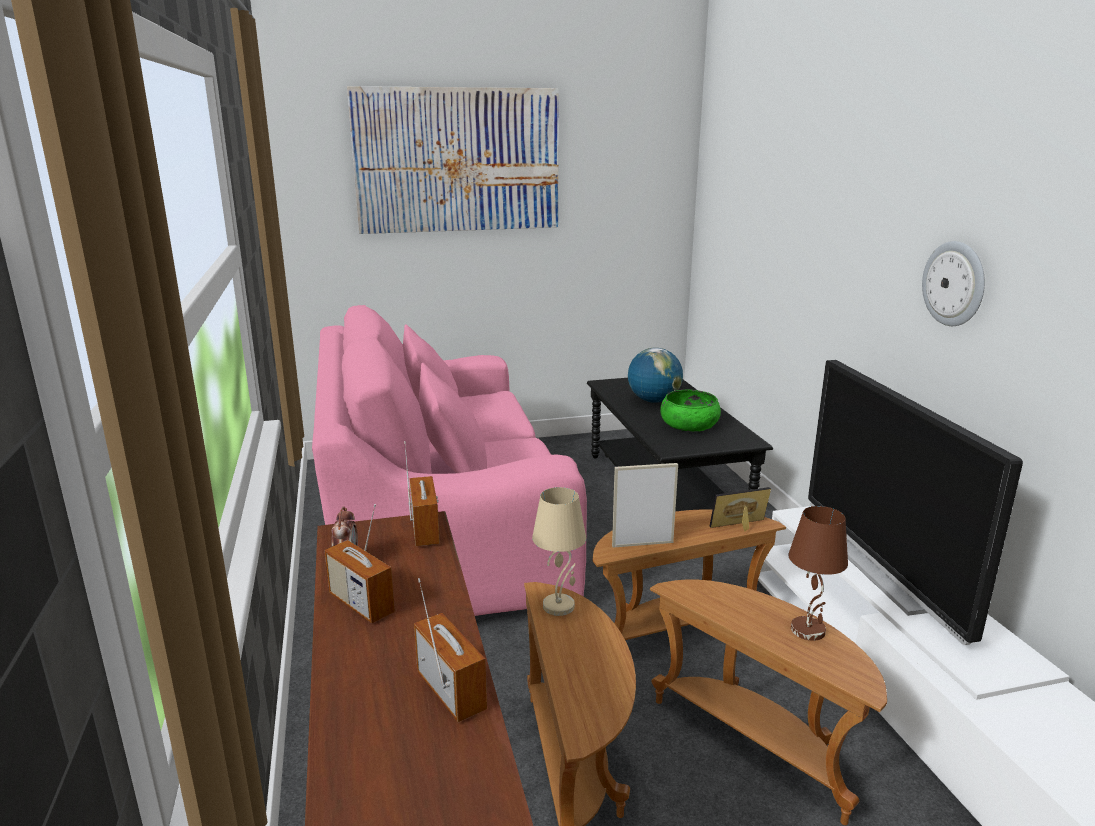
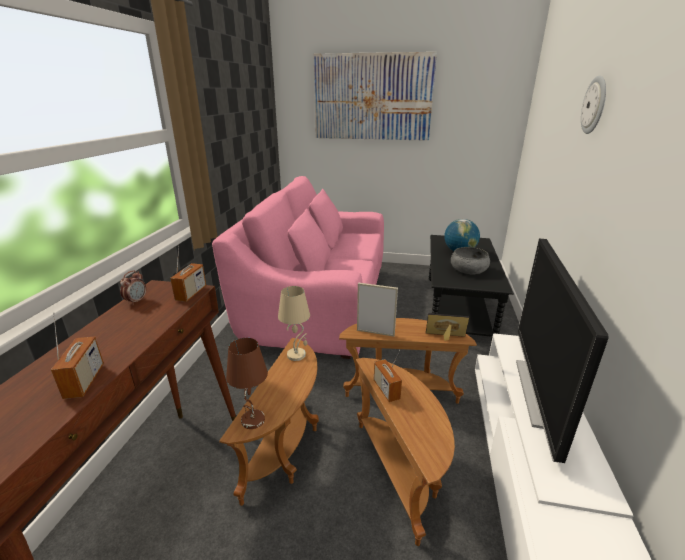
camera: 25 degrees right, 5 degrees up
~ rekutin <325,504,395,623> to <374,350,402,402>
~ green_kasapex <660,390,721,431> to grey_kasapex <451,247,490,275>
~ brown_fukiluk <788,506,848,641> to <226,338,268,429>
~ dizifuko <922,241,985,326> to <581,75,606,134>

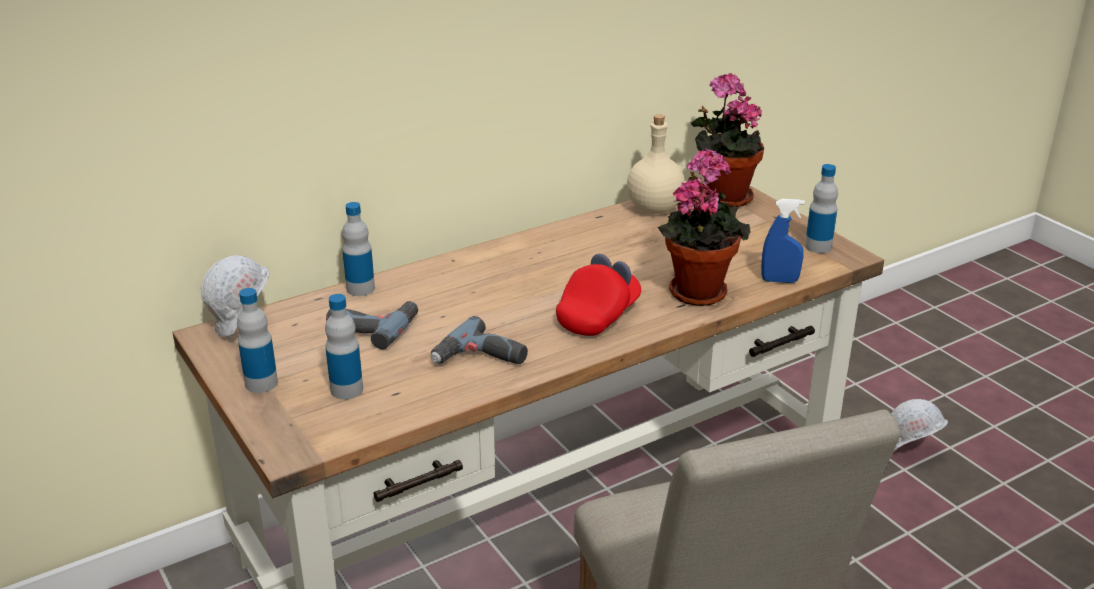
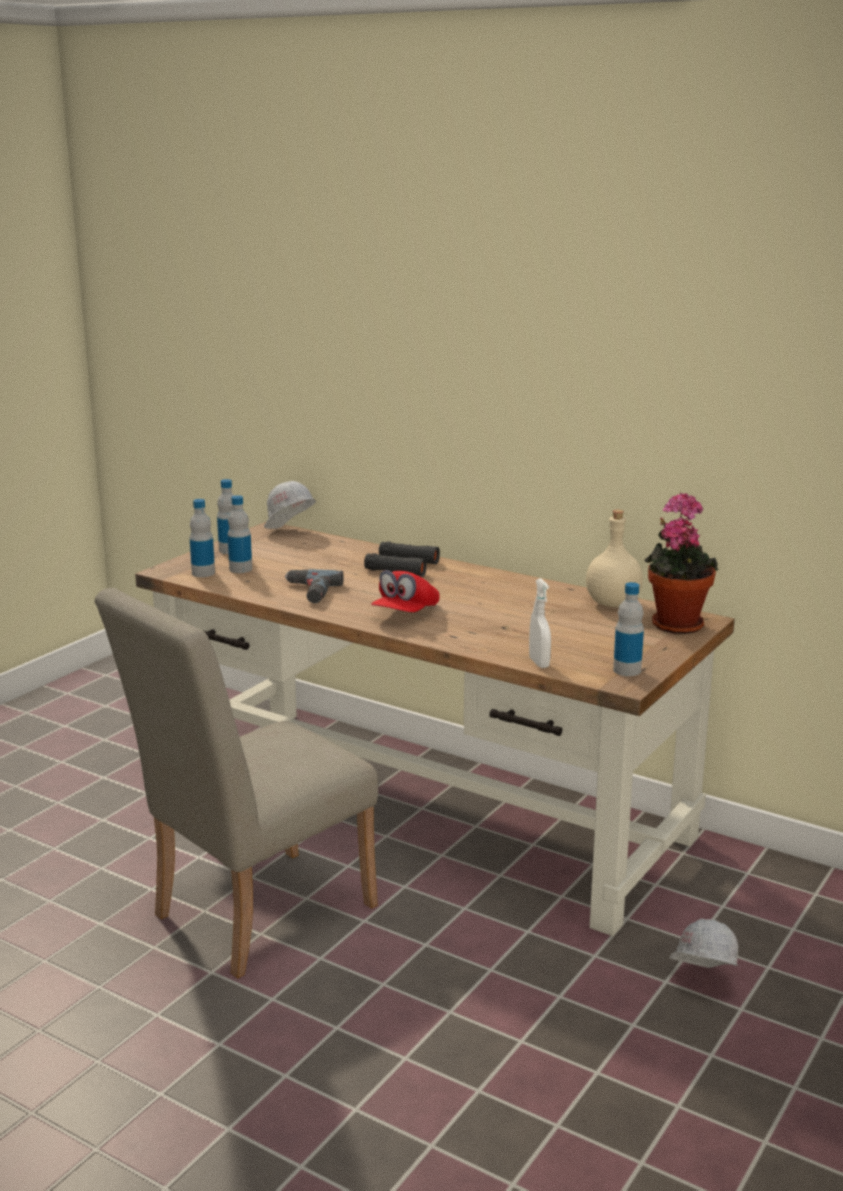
camera: 65 degrees right, 10 degrees down
- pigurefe <326,301,418,350>
~ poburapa <342,202,375,296> to <190,499,215,577>
~ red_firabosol <556,254,641,336> = <371,570,440,612> 105 degrees clockwise
- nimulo <658,148,751,306>
~ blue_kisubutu <761,199,805,283> to white_kisubutu <529,578,551,668>
+ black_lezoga <364,541,440,577>

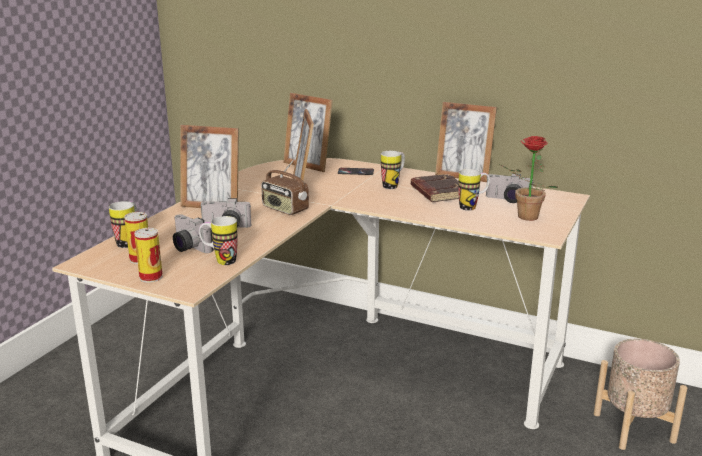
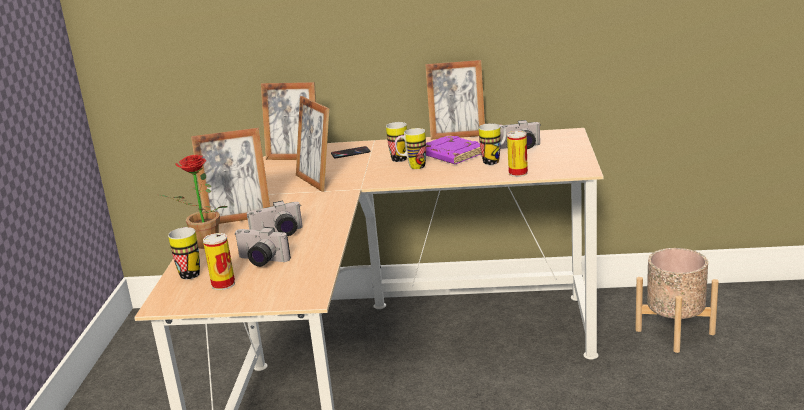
camera: 20 degrees left, 0 degrees up
~ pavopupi <134,228,163,283> to <507,131,528,177>
~ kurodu <199,216,238,265> to <395,128,426,169>
- rekutin <261,158,309,215>
~ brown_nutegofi <411,174,459,202> to purple_nutegofi <426,135,481,164>
~ nimulo <500,136,558,221> to <159,155,228,249>

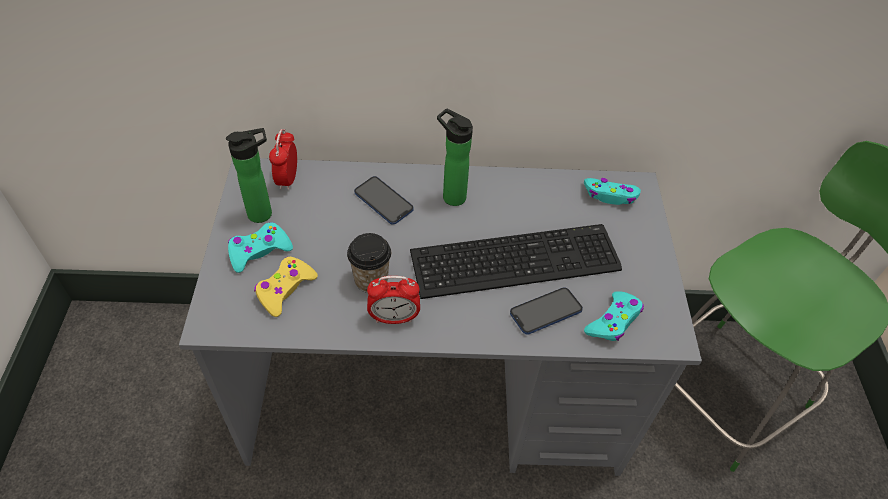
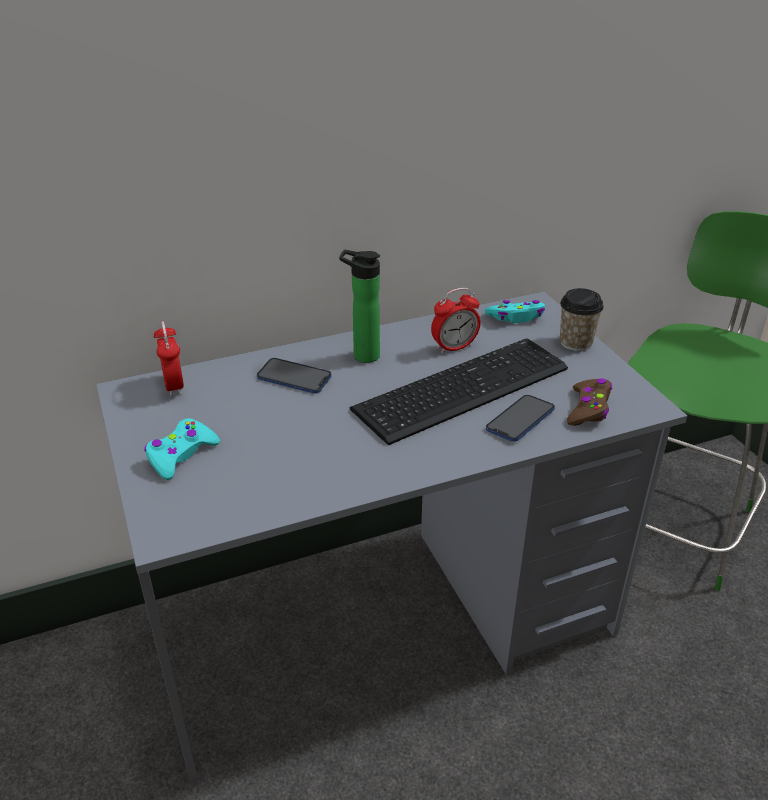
camera: 20 degrees left, 15 degrees down
- poburapa <226,128,272,223>
- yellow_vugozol <254,257,318,317>
~ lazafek <347,233,391,293> to <560,288,604,351>
~ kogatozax <367,276,420,324> to <431,288,481,354>
~ turquoise_vugozol <584,291,644,341> to brown_vugozol <567,378,612,426>

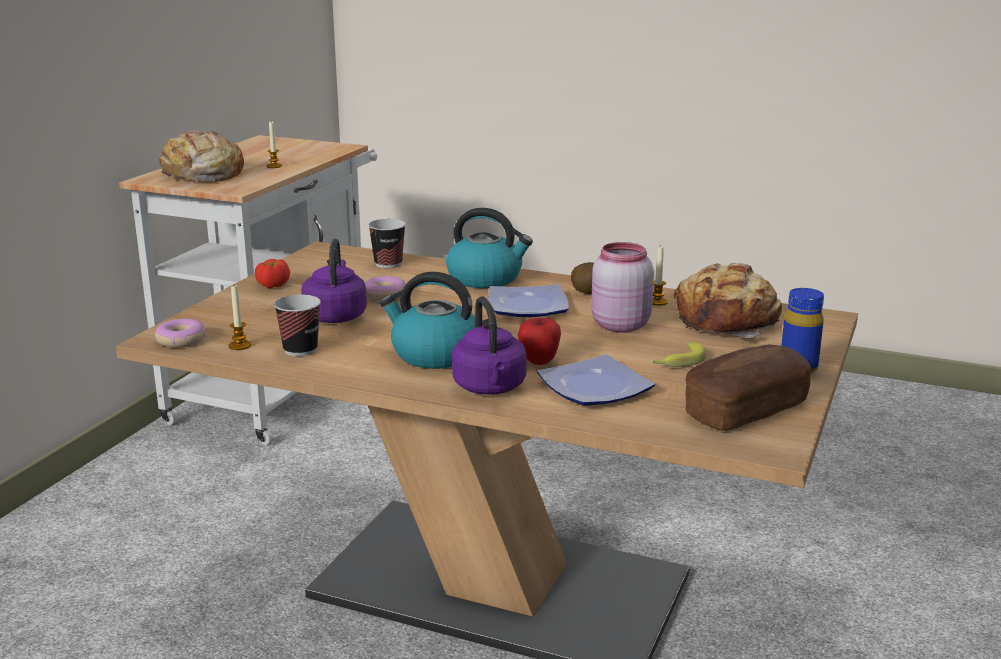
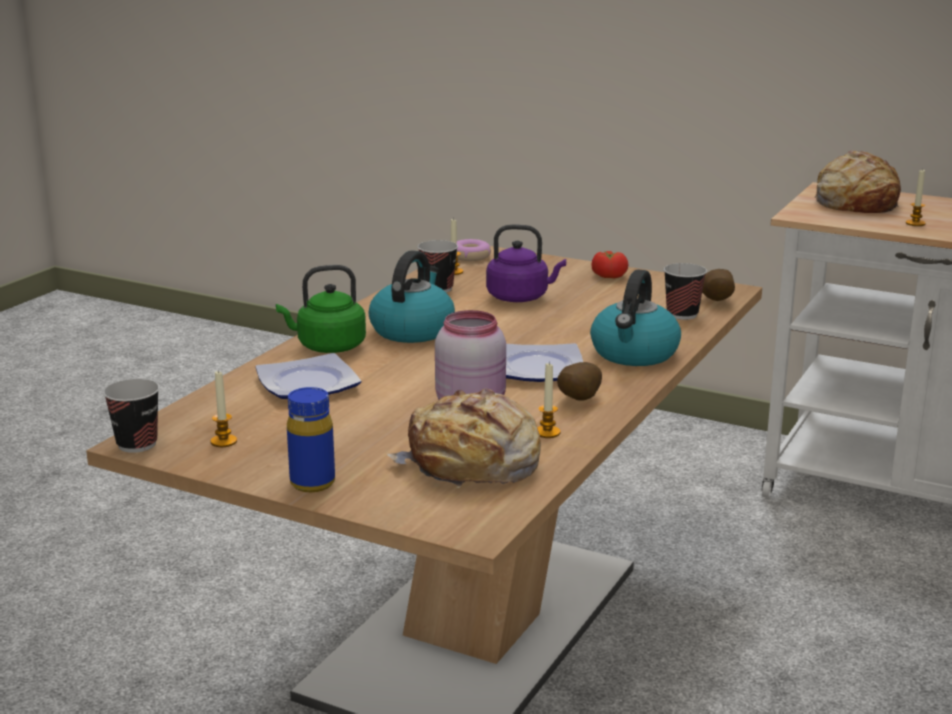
camera: 95 degrees right, 0 degrees up
- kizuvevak <365,276,406,301>
~ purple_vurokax <452,296,527,395> to green_vurokax <276,265,366,353>
- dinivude <518,318,561,365>
- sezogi <652,342,706,367>
~ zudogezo <685,344,811,431> to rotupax <211,370,237,447>
+ lazafek <103,379,159,453>
+ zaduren <702,269,735,301>

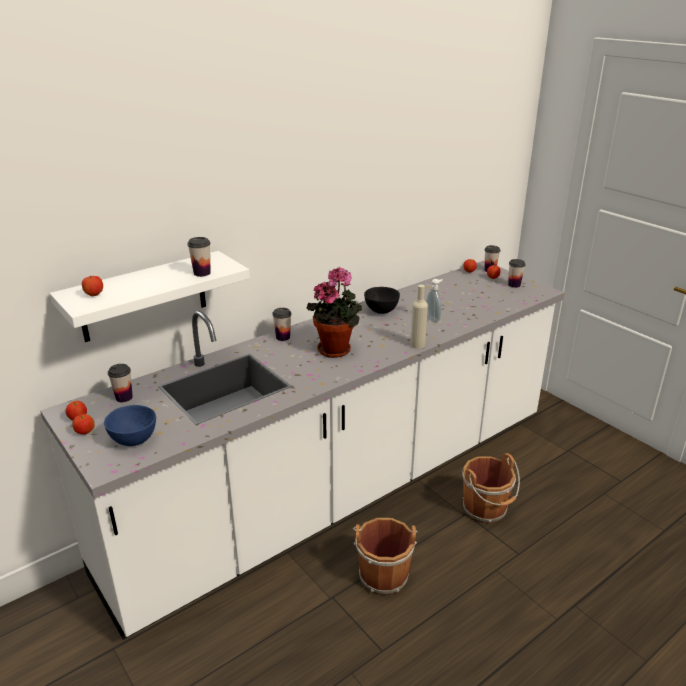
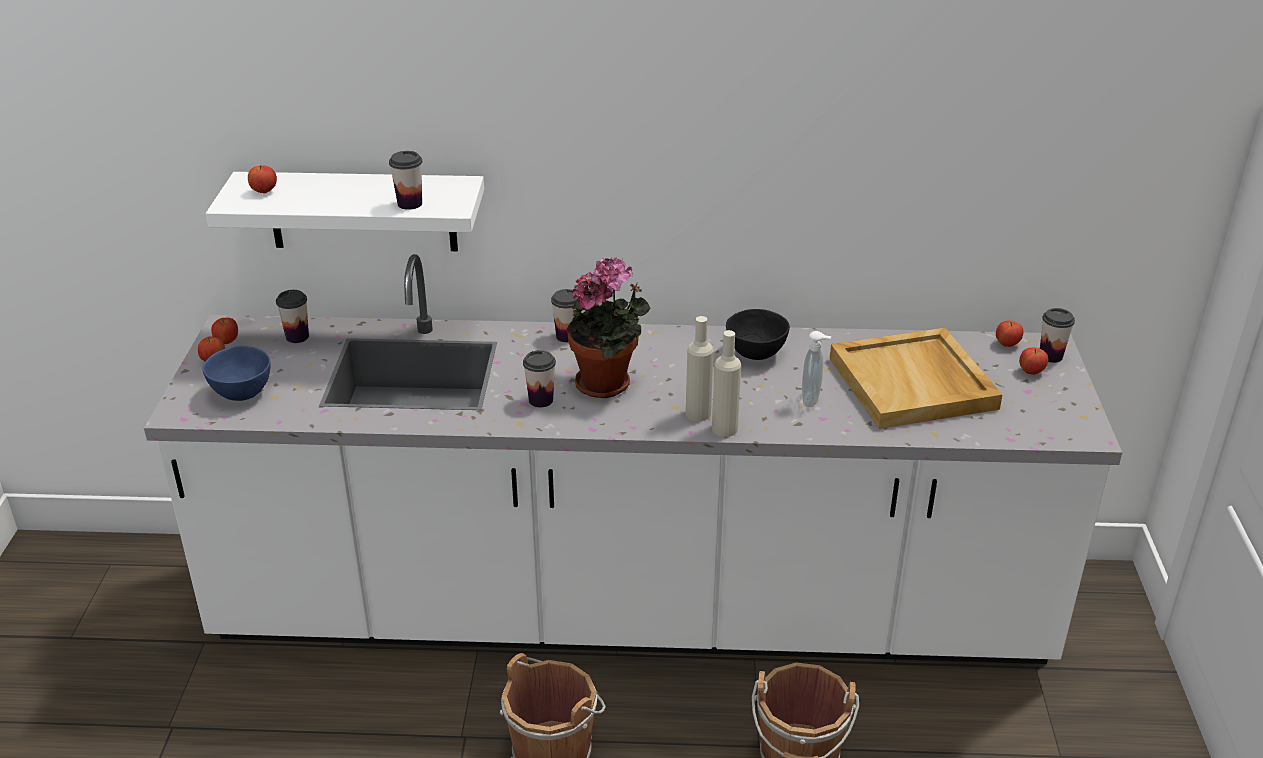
camera: 40 degrees right, 5 degrees up
~ lazafek <508,259,526,288> to <523,350,556,407>
+ beige_poburapa <686,316,714,421>
+ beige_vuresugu <830,328,1003,429>

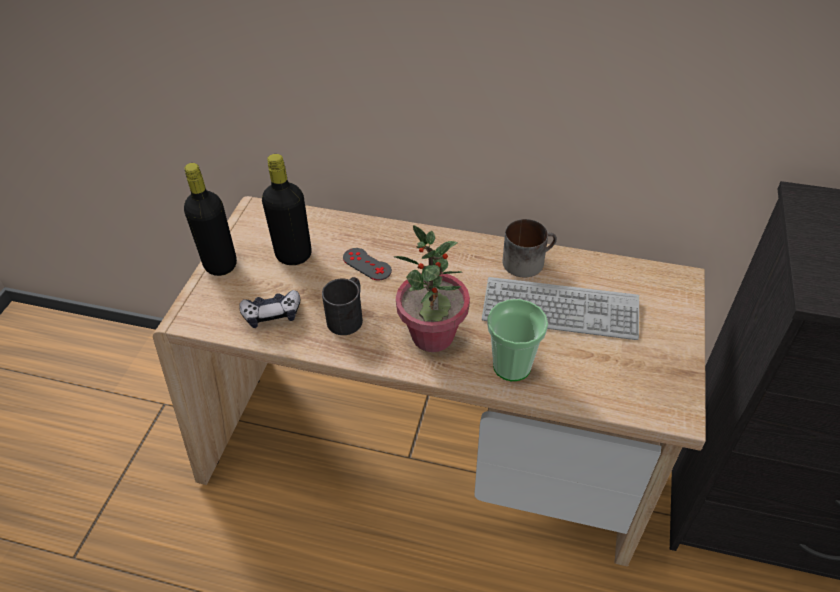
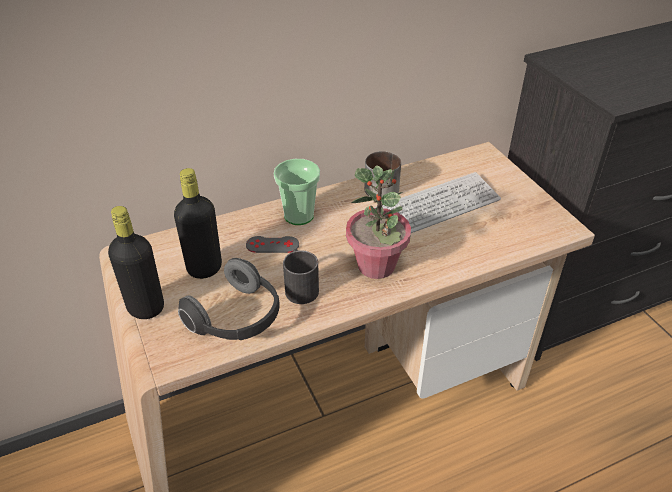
camera: 40 degrees left, 5 degrees down
~ vugozol <239,290,300,328> to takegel <178,258,279,340>
~ lazafek <487,299,548,381> to <274,159,320,225>

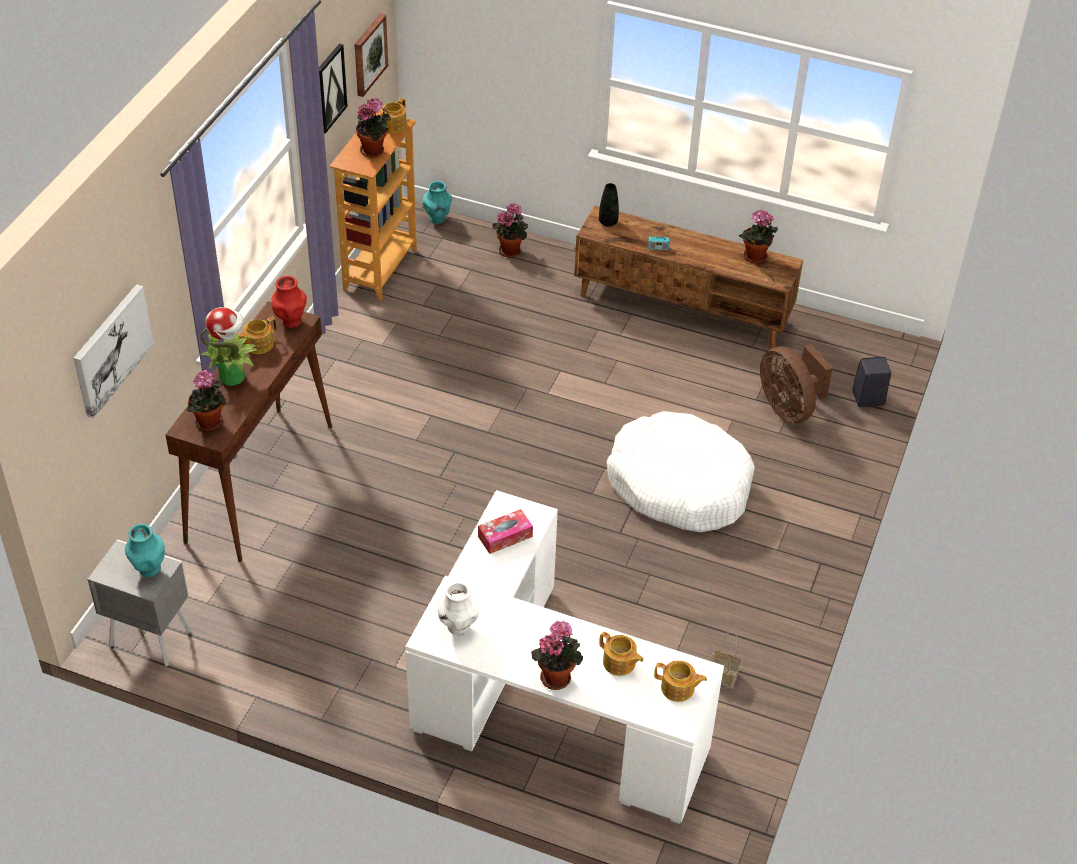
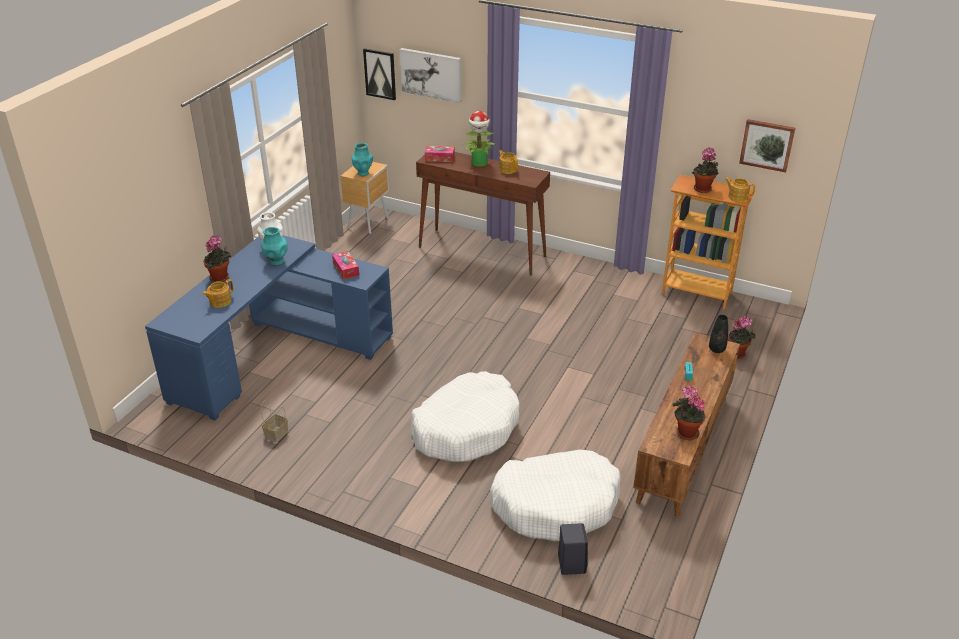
camera: 95 degrees right, 10 degrees down
~ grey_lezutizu <87,539,192,666> to brown_lezutizu <340,162,389,234>
~ nimulo <186,370,226,431> to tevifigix <425,146,455,162>
- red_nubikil <271,276,307,328>
~ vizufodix <319,43,348,134> to <363,48,396,100>
~ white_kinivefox <405,490,724,824> to blue_kinivefox <145,235,393,420>
~ turquoise_nubikil <423,181,452,224> to <261,227,287,266>
- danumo <654,660,707,702>
~ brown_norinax <760,344,833,424> to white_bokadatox <490,449,621,541>

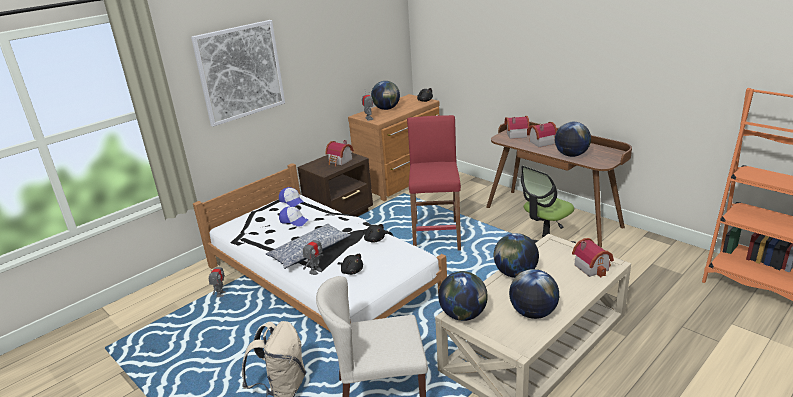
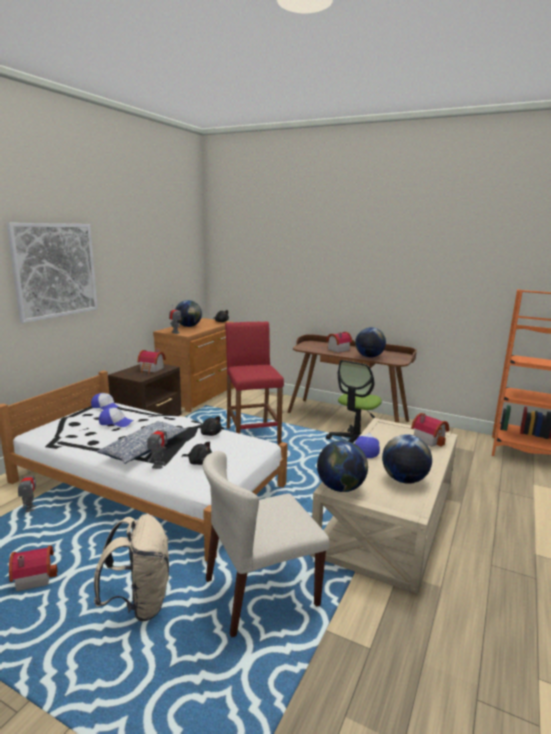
camera: 20 degrees left, 10 degrees down
~ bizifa <494,233,539,278> to firabosol <355,433,380,458>
~ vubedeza <504,116,530,139> to <9,546,58,591>

